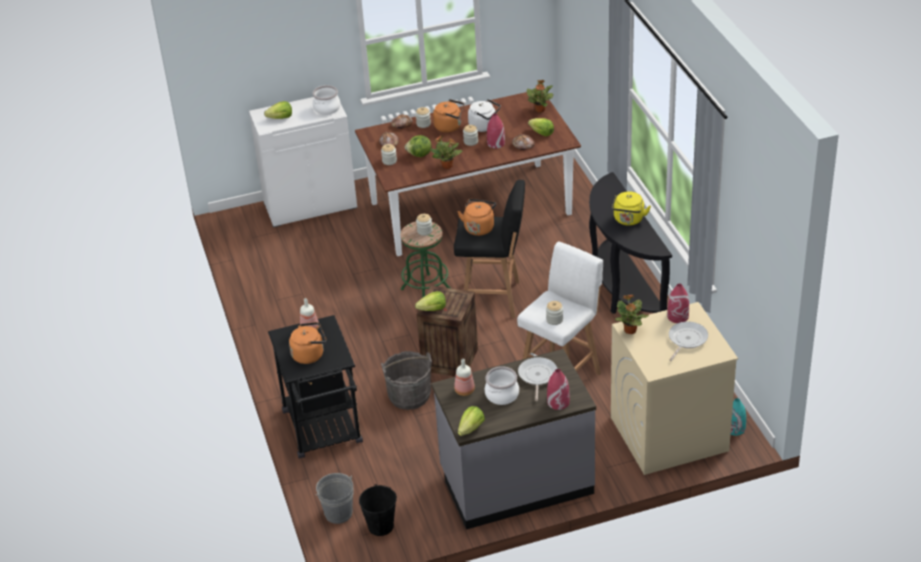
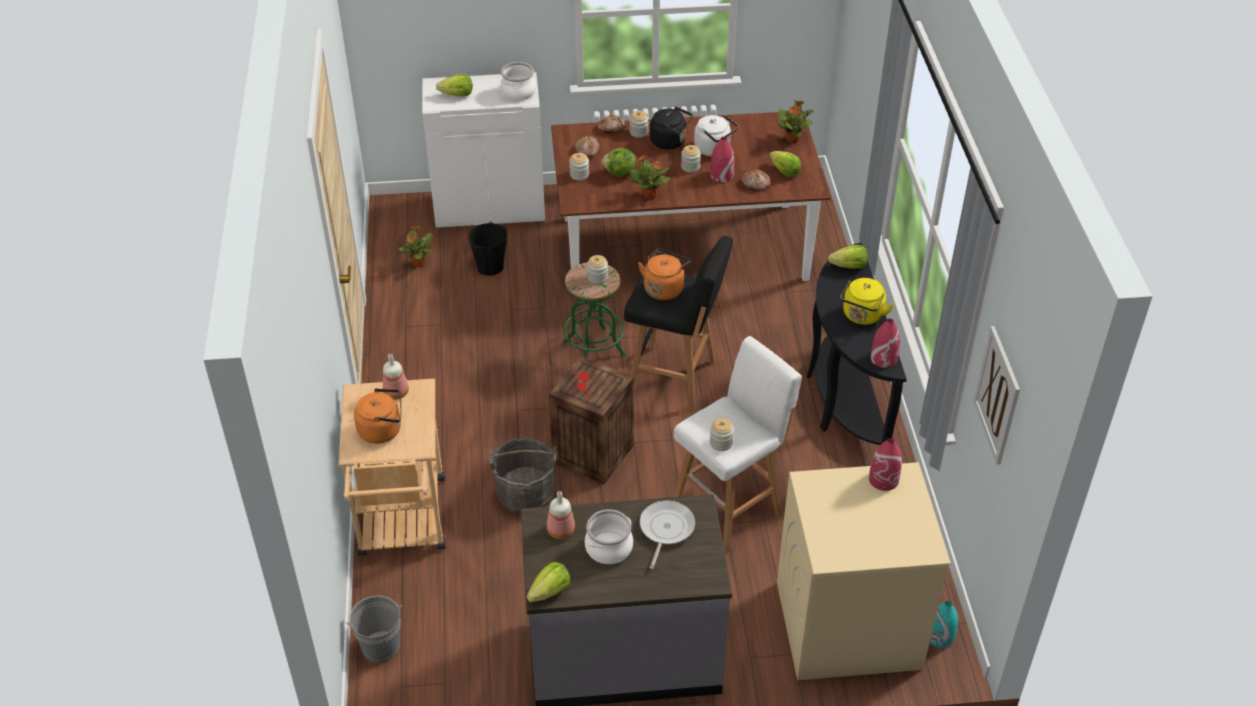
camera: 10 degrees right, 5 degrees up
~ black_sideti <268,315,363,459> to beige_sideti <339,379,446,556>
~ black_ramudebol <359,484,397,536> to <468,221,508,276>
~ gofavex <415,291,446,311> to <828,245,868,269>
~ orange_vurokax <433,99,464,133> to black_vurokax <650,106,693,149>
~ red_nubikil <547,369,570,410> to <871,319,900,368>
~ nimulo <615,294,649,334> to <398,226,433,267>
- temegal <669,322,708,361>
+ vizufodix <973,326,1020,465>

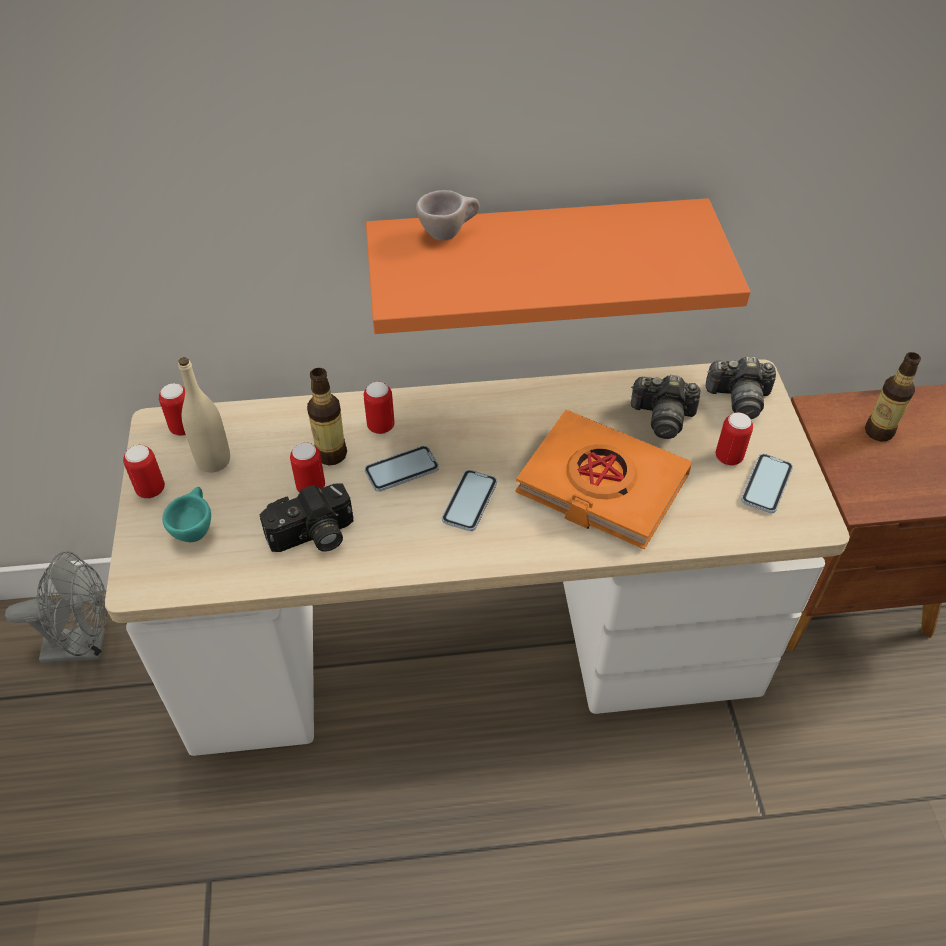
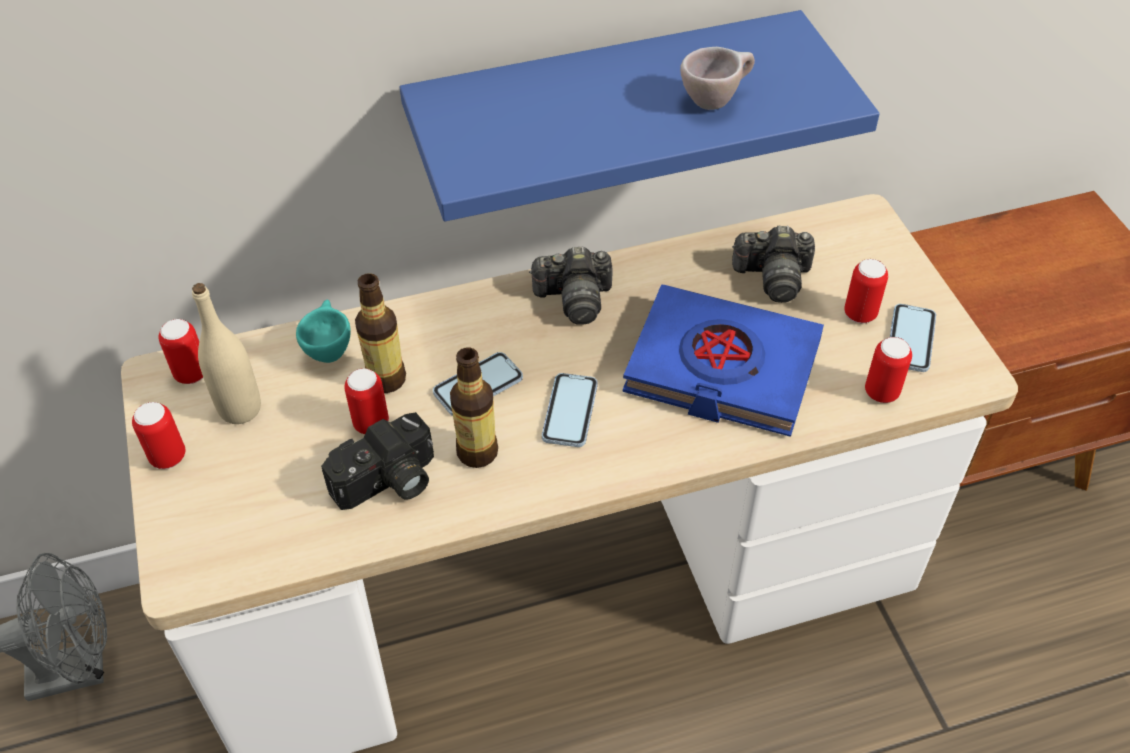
camera: 10 degrees left, 0 degrees up
~ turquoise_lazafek <162,487,211,542> to <296,300,351,363>
~ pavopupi <364,382,395,434> to <865,337,912,403>
~ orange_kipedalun <366,198,750,334> to blue_kipedalun <400,10,880,222>
~ beige_lazafek <416,190,480,240> to <680,47,755,110>
~ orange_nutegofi <516,410,692,550> to blue_nutegofi <623,284,824,437>
~ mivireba <706,356,776,419> to <529,246,613,325>
~ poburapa <865,352,921,441> to <450,347,498,468>

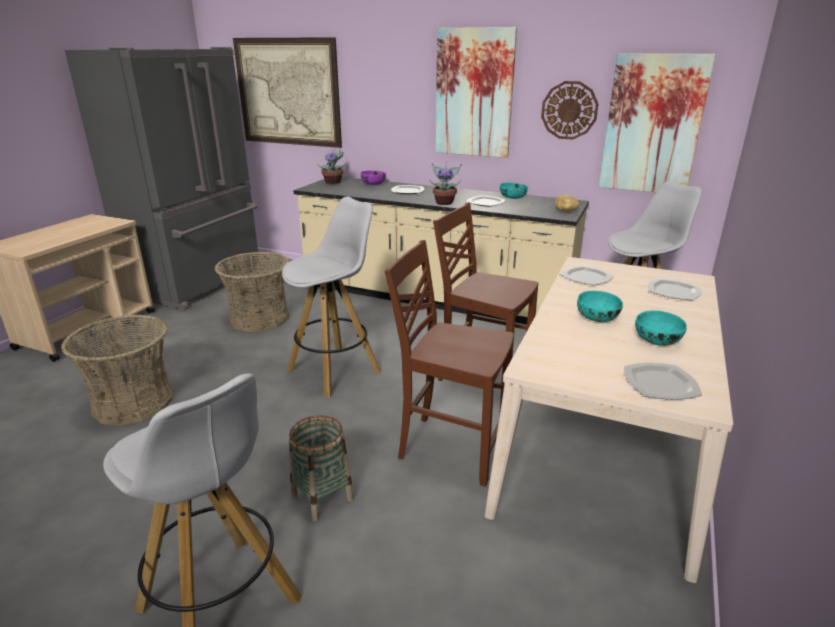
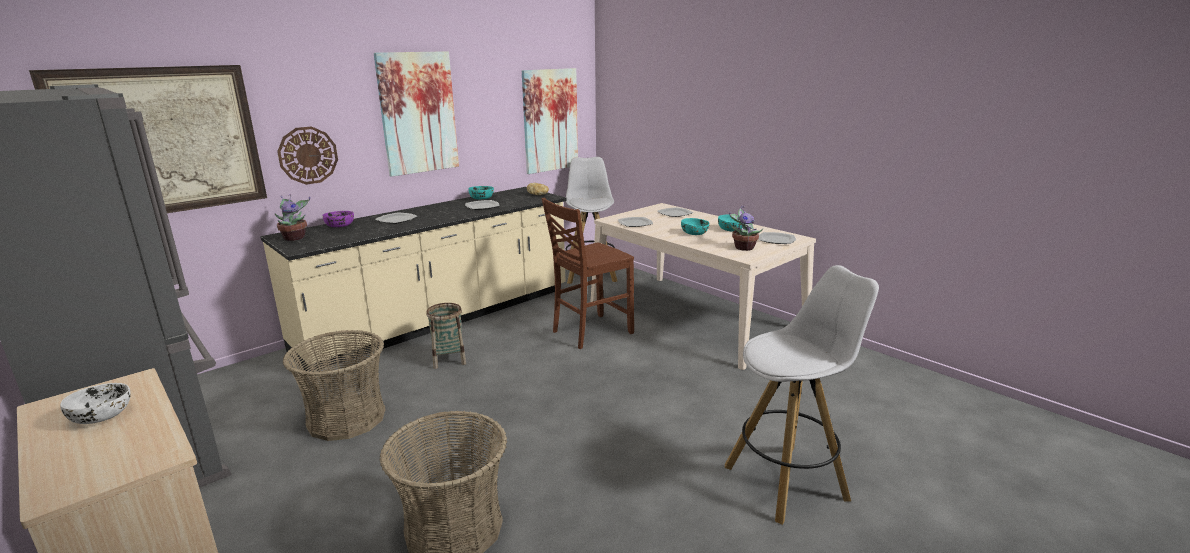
camera: 65 degrees left, 5 degrees down
- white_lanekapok <282,197,381,397>
~ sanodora <289,415,354,522> to <426,303,466,369>
- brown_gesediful <385,240,514,487>
~ nimulo <429,163,462,205> to <729,205,763,251>
~ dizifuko <541,81,599,140> to <277,126,338,185>
+ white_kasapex <60,383,130,424>

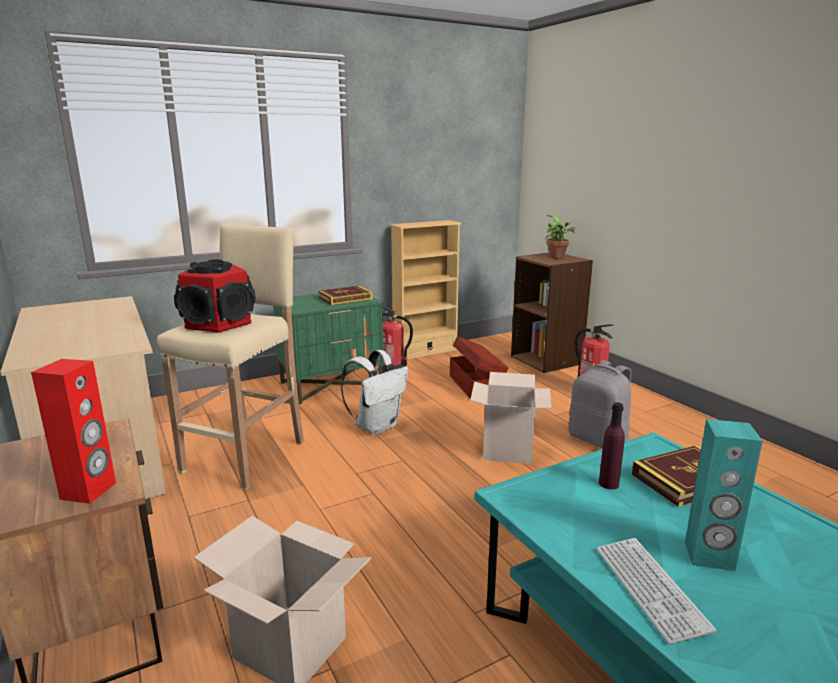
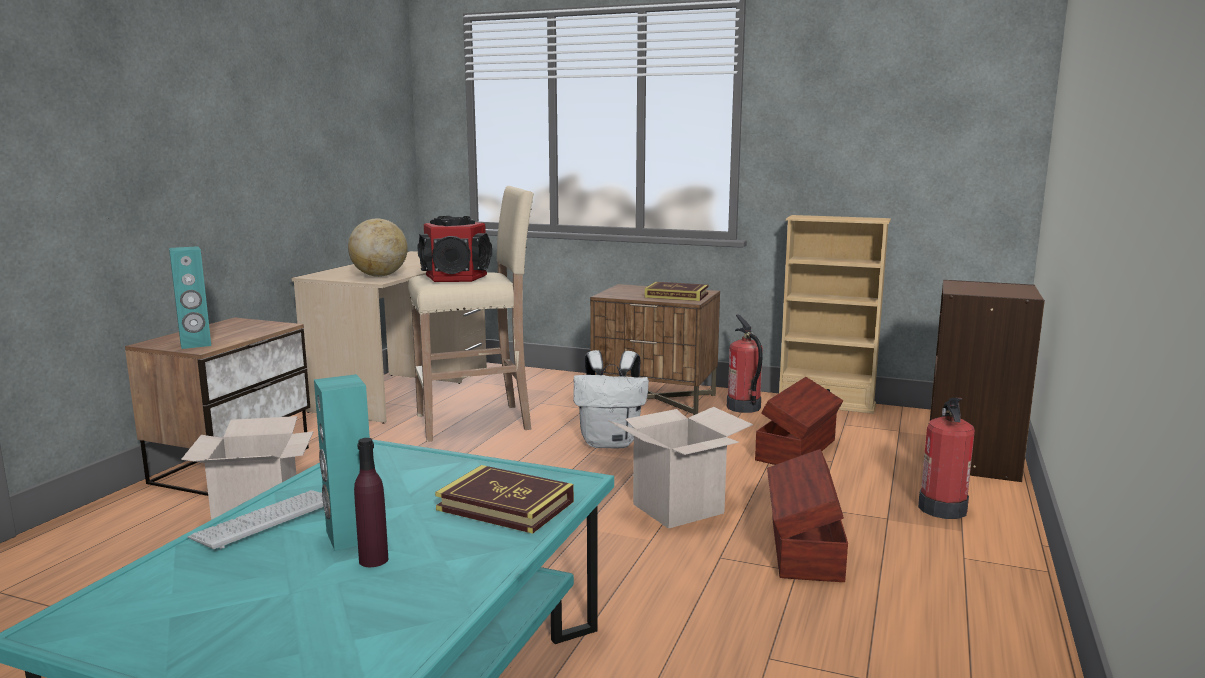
camera: 50 degrees right, 5 degrees down
~ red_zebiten <31,359,116,504> to turquoise_zebiten <169,246,211,349>
~ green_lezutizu <273,293,384,405> to brown_lezutizu <590,284,720,415>
- nimulo <545,215,576,258>
~ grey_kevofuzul <569,360,631,448> to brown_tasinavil <767,449,848,582>
~ purple_poburapa <599,402,625,489> to <354,438,388,567>
+ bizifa <348,219,408,277>

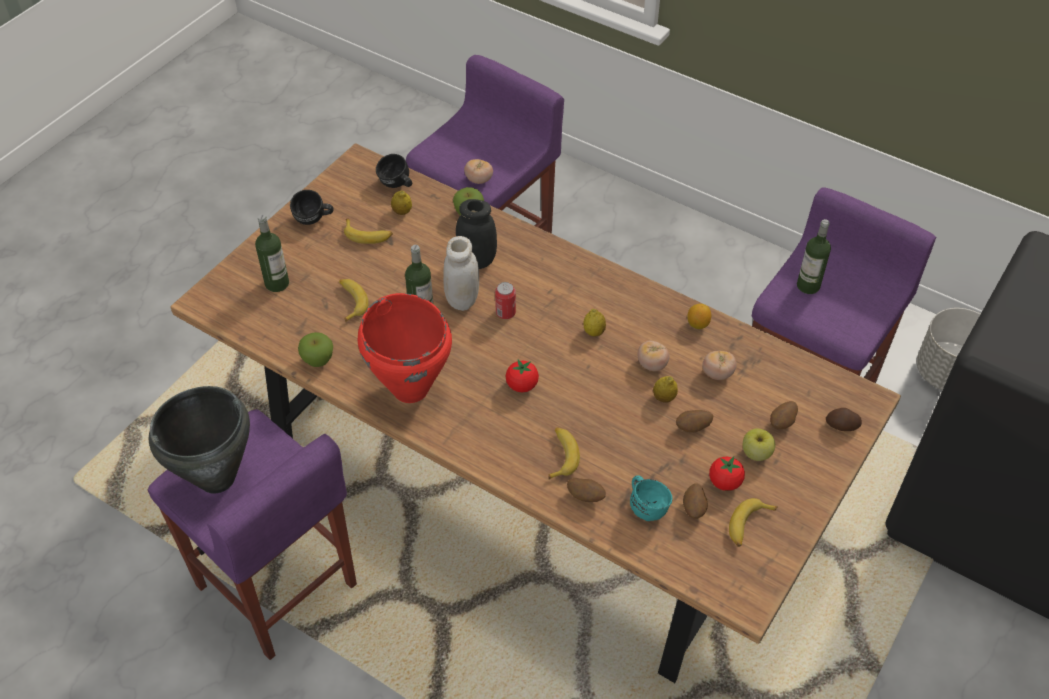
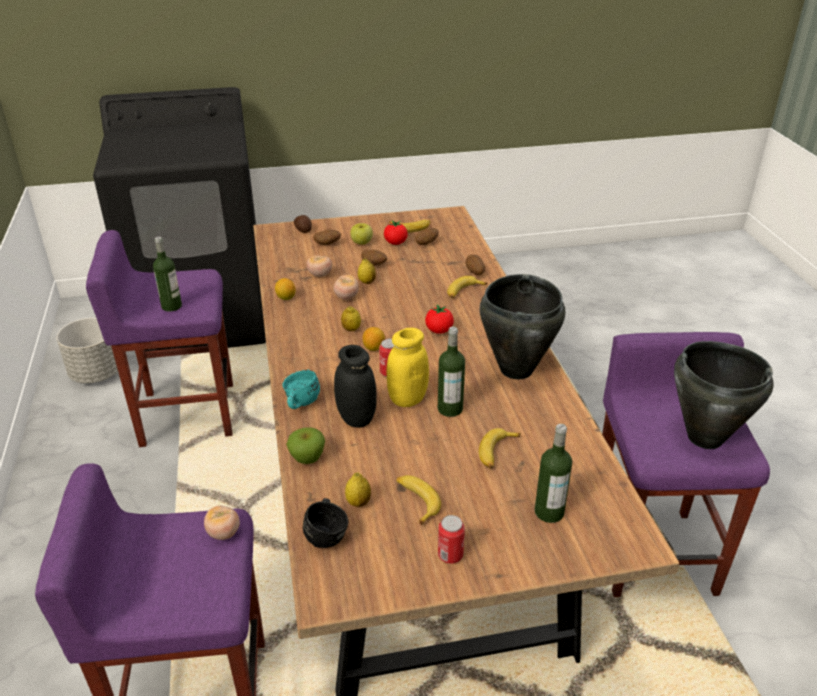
camera: 135 degrees left, 15 degrees down
~ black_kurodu <290,190,334,225> to pavopupi <438,515,465,564>
- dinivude <298,332,333,367>
~ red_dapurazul <358,293,452,403> to black_dapurazul <480,274,565,379>
~ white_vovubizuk <443,236,479,311> to yellow_vovubizuk <386,328,429,407>
~ turquoise_kurodu <630,475,673,521> to <282,370,320,409>
+ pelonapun <362,327,385,351>

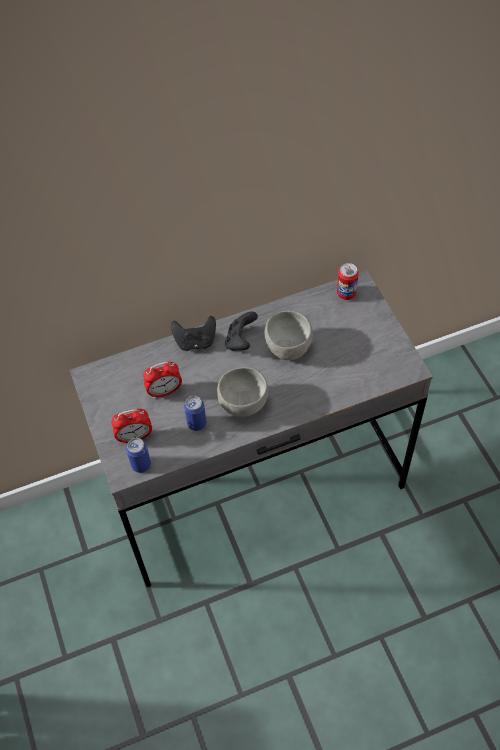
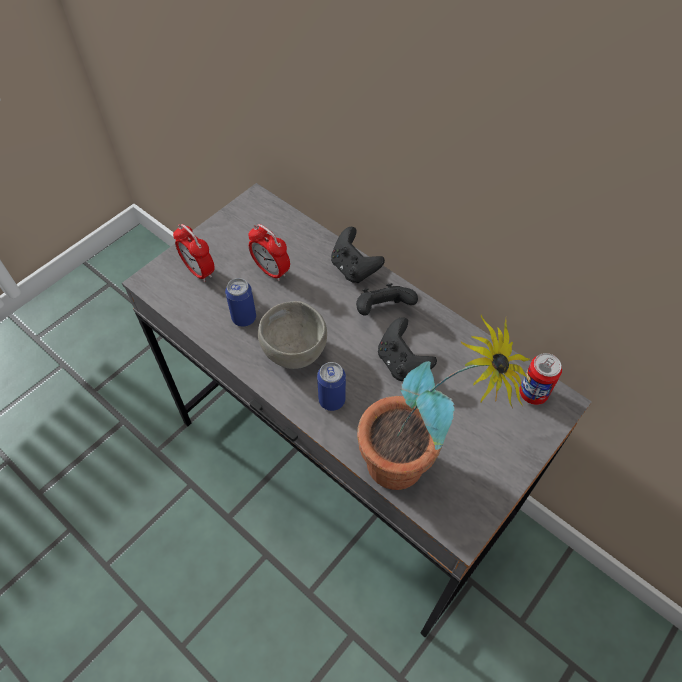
camera: 60 degrees right, 0 degrees up
~ pavopupi <126,438,151,473> to <317,362,346,411>
~ grey_kasapex <265,311,313,360> to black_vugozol <378,317,437,381>
+ nimulo <357,314,530,490>

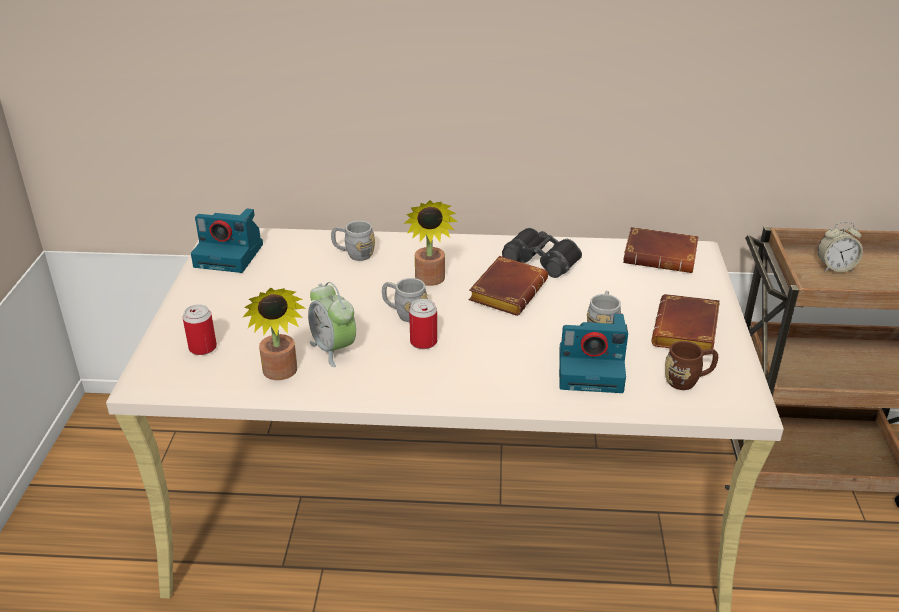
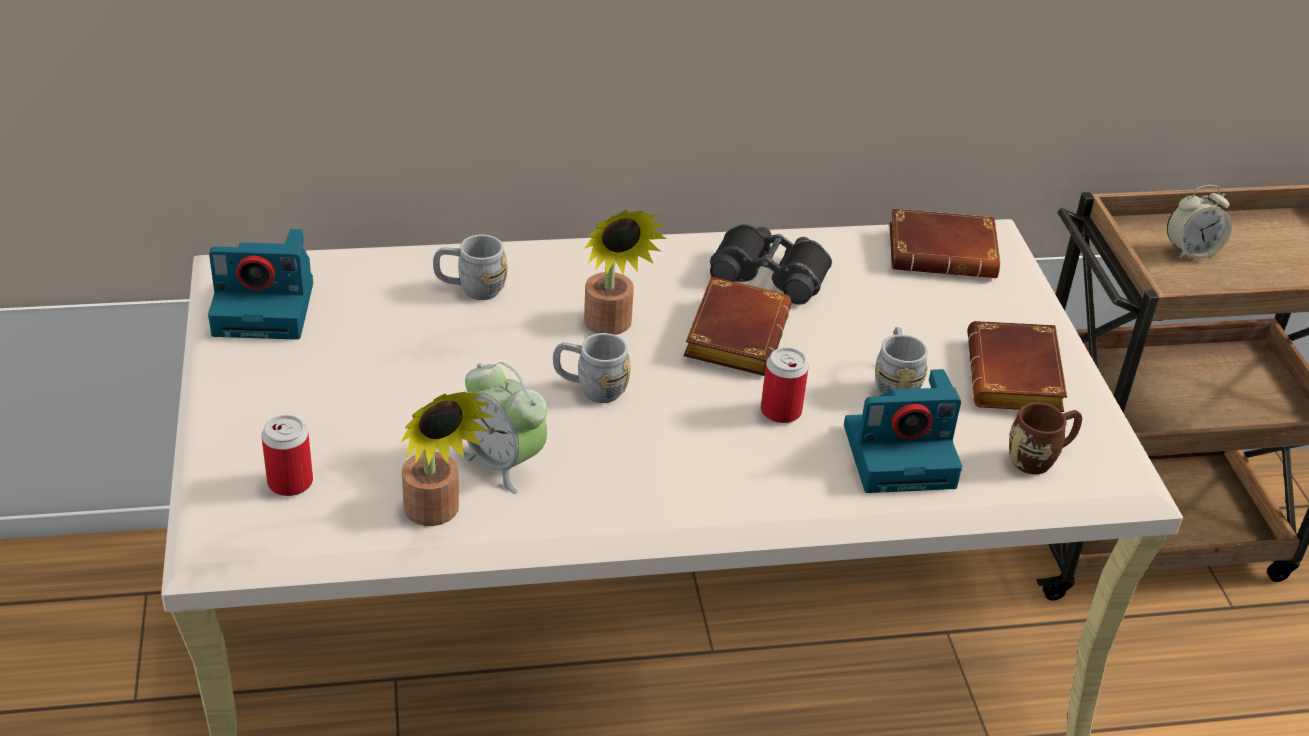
camera: 15 degrees left, 5 degrees up
~ pavopupi <409,299,437,349> to <761,347,809,423>

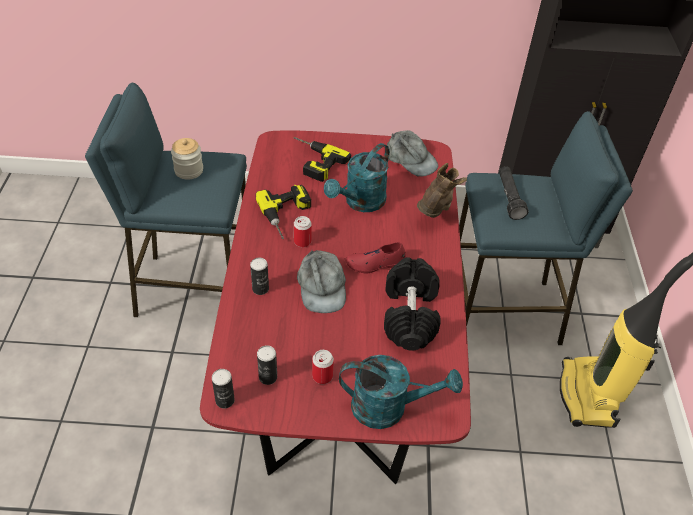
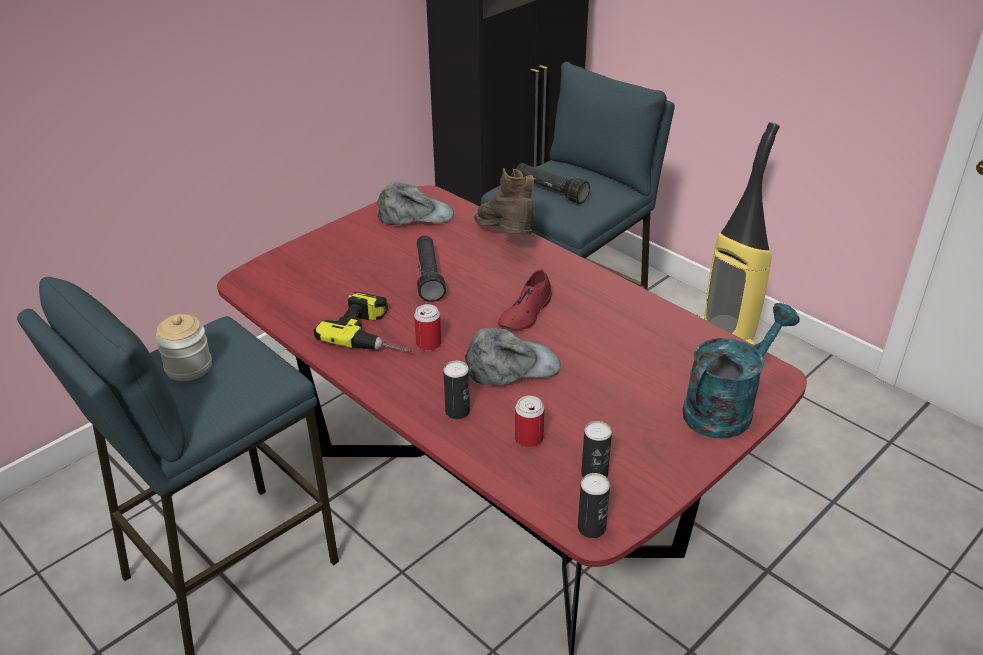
camera: 45 degrees left, 10 degrees down
- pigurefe <294,137,351,182>
~ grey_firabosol <297,250,346,313> = <465,328,561,386> 45 degrees counterclockwise
~ pavopupi <312,350,334,384> to <515,396,544,448>
~ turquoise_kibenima <324,143,390,212> to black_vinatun <417,236,446,302>
- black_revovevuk <384,257,440,351>

